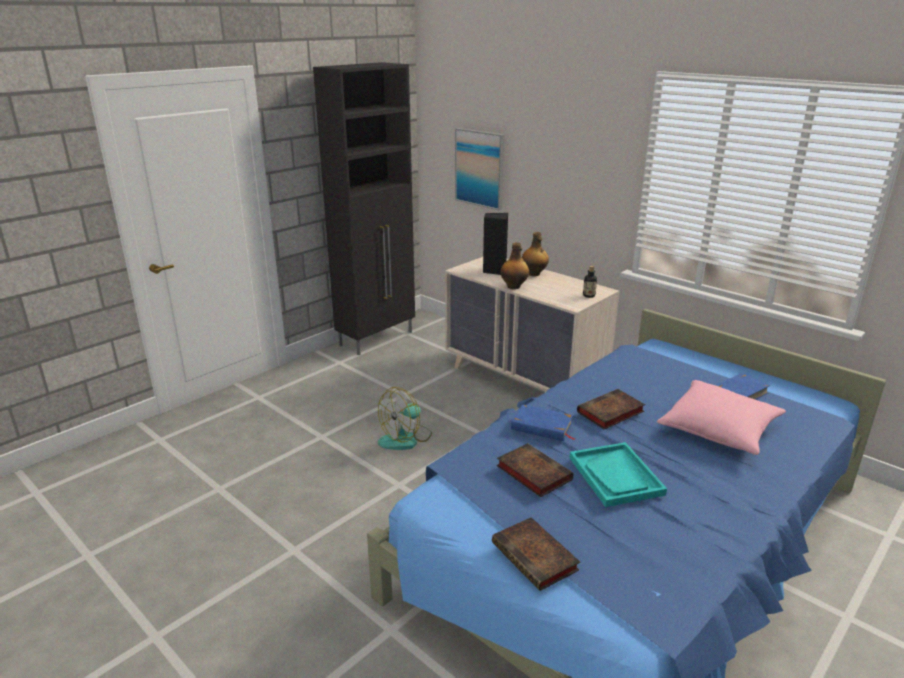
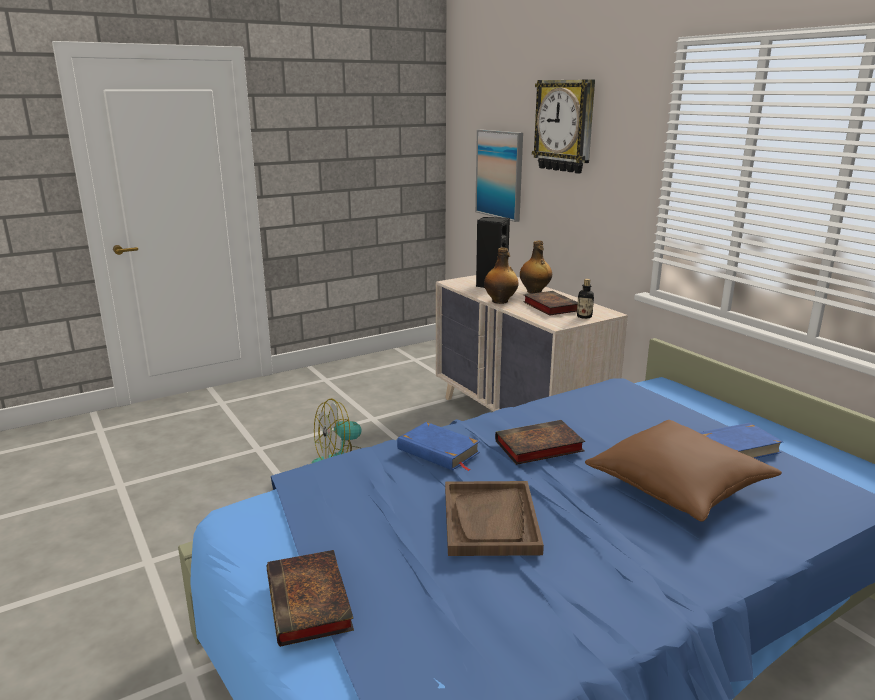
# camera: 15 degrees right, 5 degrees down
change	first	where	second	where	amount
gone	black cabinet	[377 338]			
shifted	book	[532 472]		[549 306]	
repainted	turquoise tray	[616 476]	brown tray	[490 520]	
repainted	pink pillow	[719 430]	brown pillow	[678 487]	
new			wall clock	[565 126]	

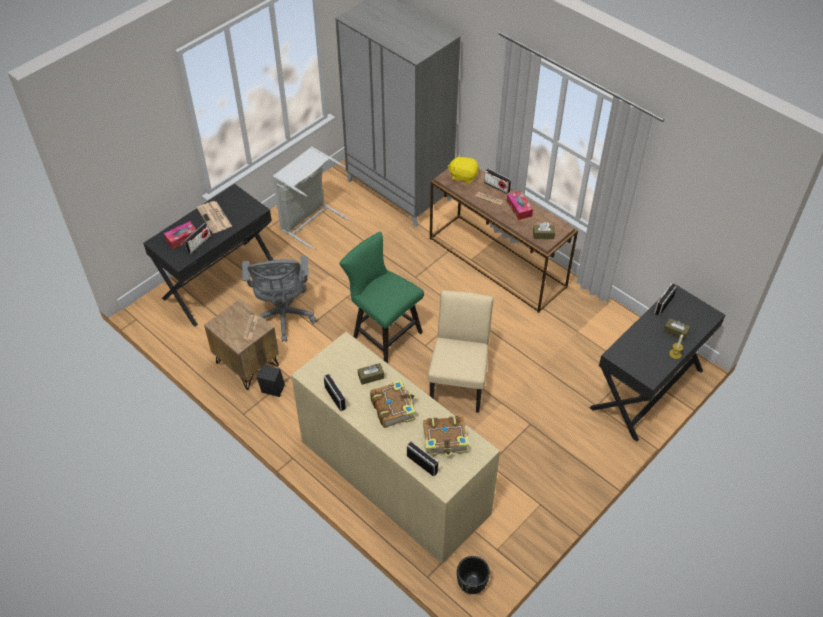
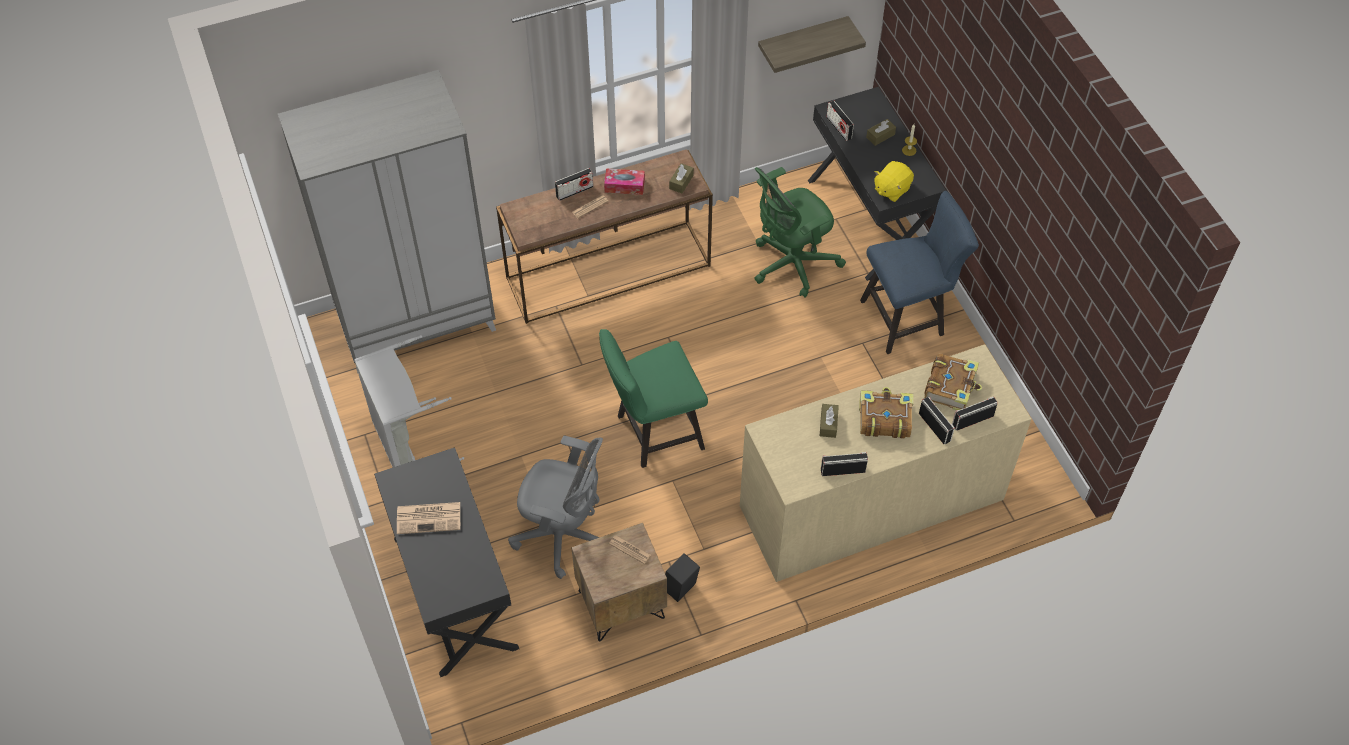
# camera: 65 degrees left, 5 degrees up
change	first	where	second	where	amount
gone	tissue box	[182 238]			
shifted	radio	[199 244]		[934 427]	
gone	beige chair	[459 381]			
shifted	yellow plush toy	[463 176]		[891 189]	
gone	black planter	[471 583]			
new			green office chair	[790 265]	
new			shelf	[802 41]	
new			blue chair	[908 317]	

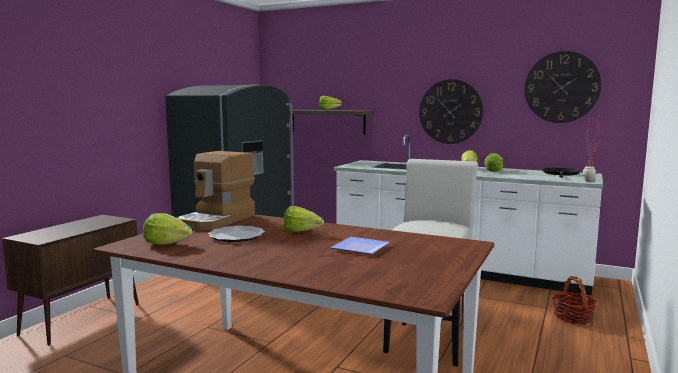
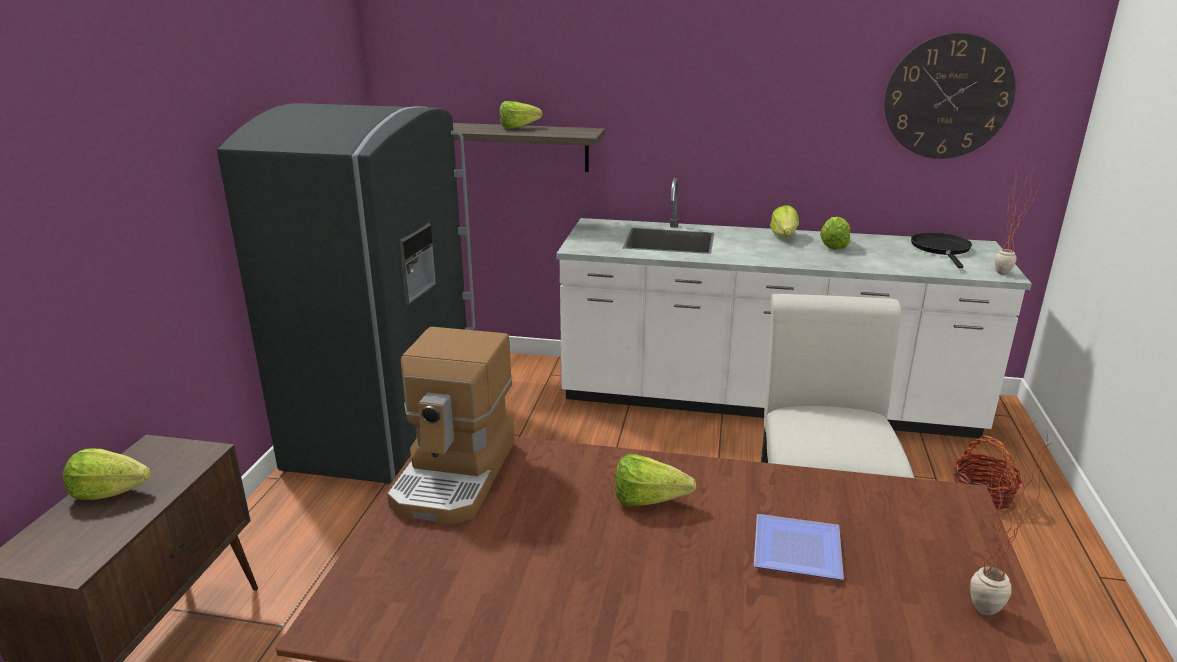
# camera: 15 degrees left, 15 degrees up
change	first	where	second	where	amount
shifted	lettuce	[166 243]		[109 492]	
gone	plate	[236 236]			
gone	wall clock	[450 111]			
new			potted plant	[977 614]	

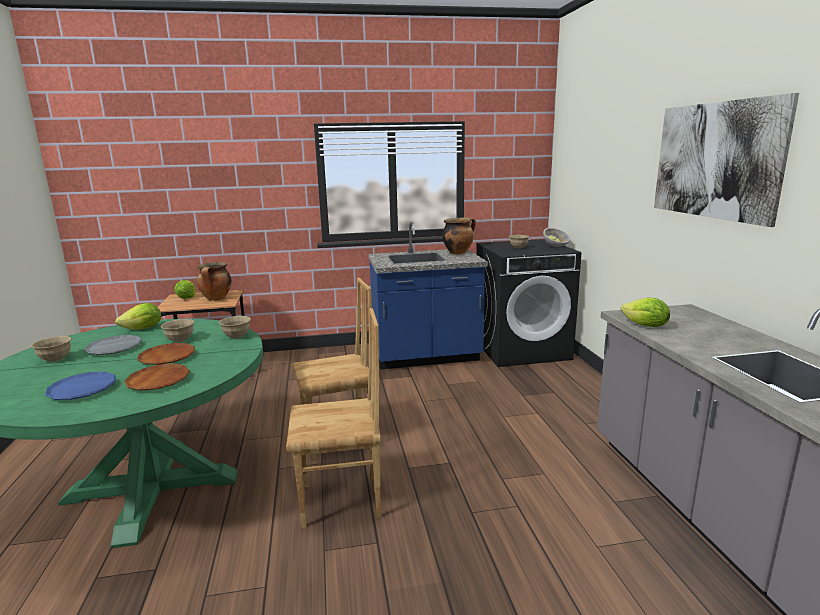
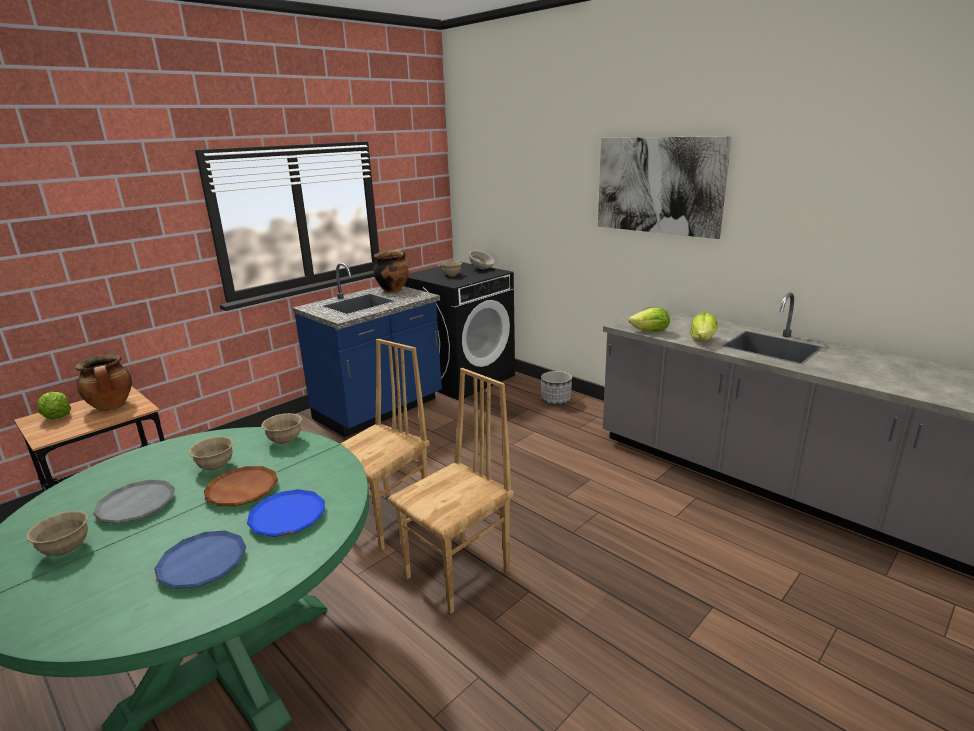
# camera: 35 degrees left, 5 degrees up
change	first	where	second	where	amount
shifted	lettuce	[143 329]		[702 340]	
repainted	brown plate	[158 381]	blue plate	[287 517]	
new			planter	[556 400]	

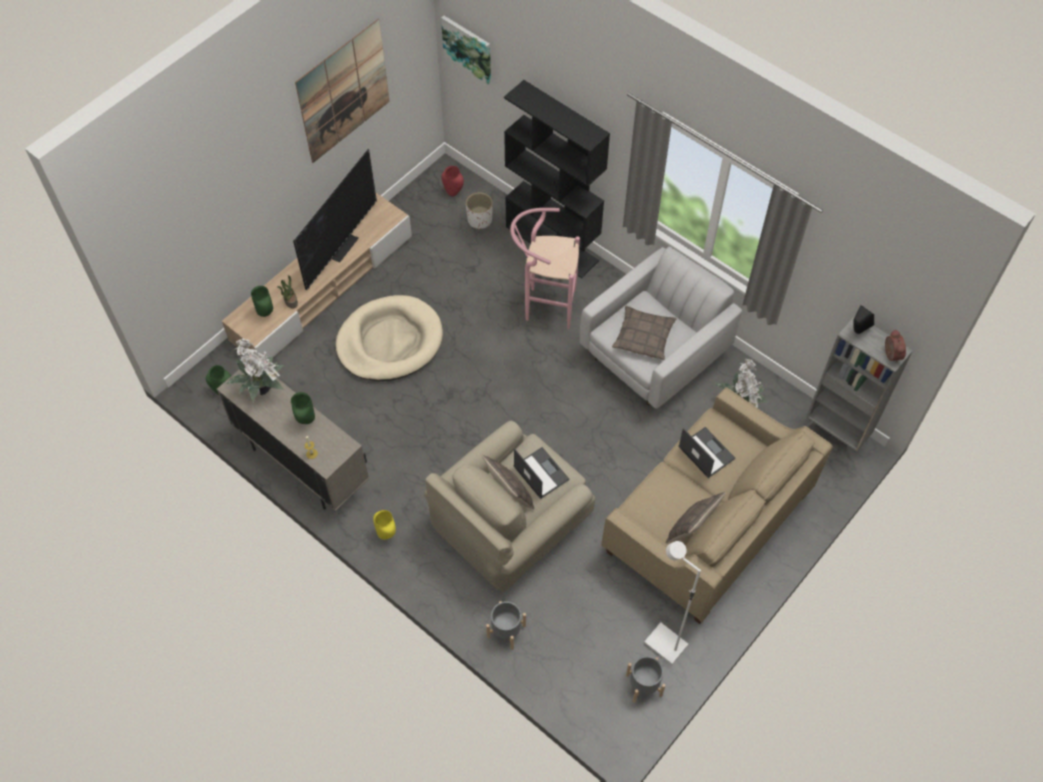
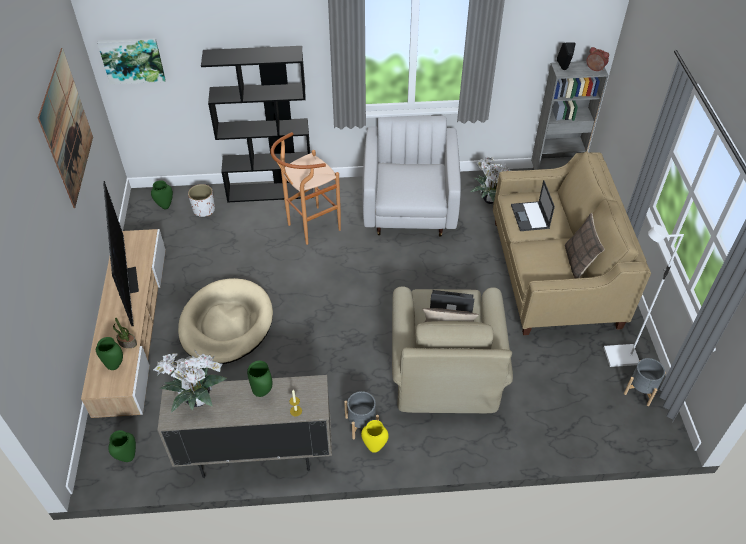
# camera: 45 degrees left, 10 degrees down
change	first	where	second	where	amount
repainted	red vase	[453 192]	green vase	[165 206]	
shifted	grey planter	[506 631]		[361 424]	
repainted	pink stool	[544 306]	brown stool	[309 228]	
gone	pillow	[643 337]			
rotated	laptop	[706 452]		[530 217]	105 degrees counterclockwise

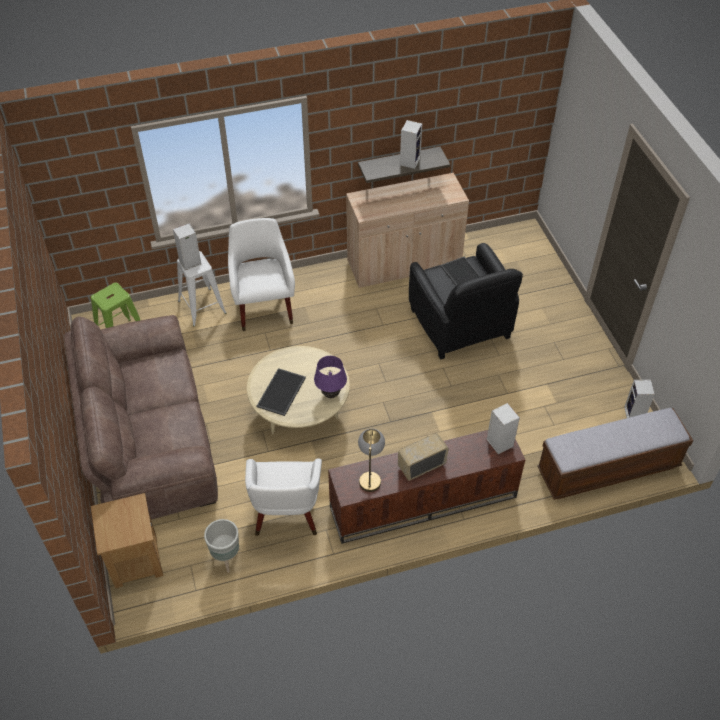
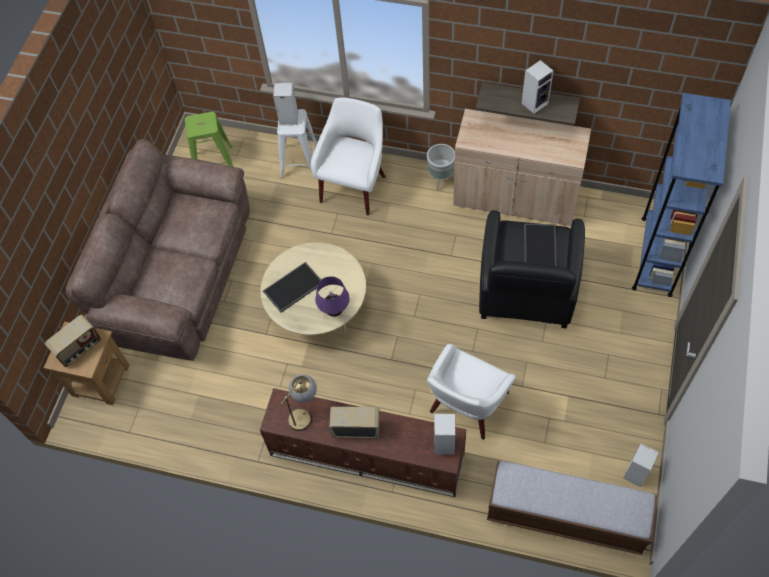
# camera: 35 degrees right, 10 degrees up
change	first	where	second	where	amount
shifted	grey planter	[227 558]		[441 181]	
shifted	white armchair	[286 515]		[466 407]	
new			radio	[79 348]	
new			blue bookcase	[656 256]	

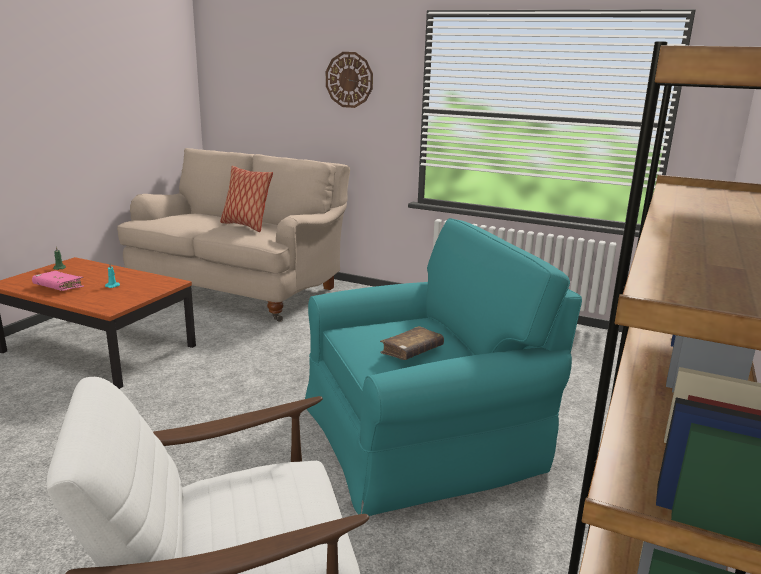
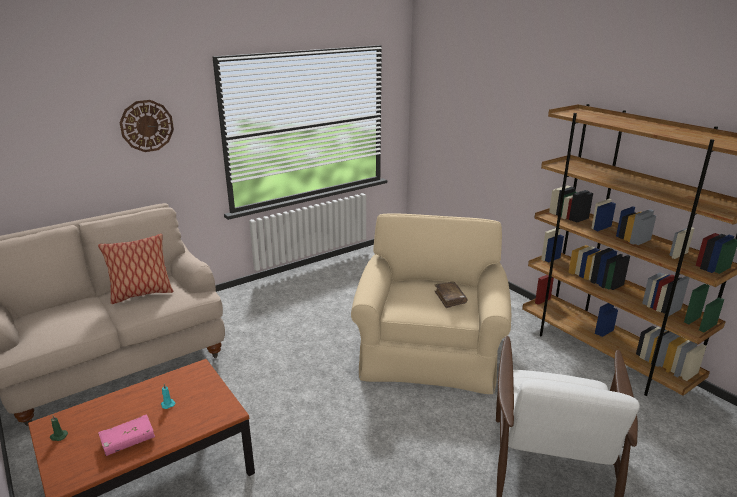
# camera: 60 degrees left, 5 degrees up
change	first	where	second	where	amount
repainted	turquoise armchair	[422 435]	beige armchair	[430 348]	

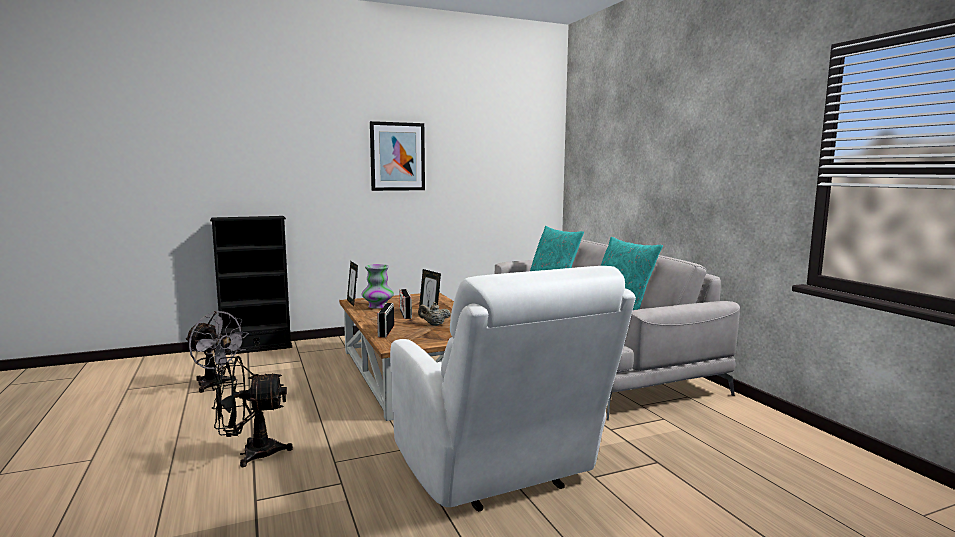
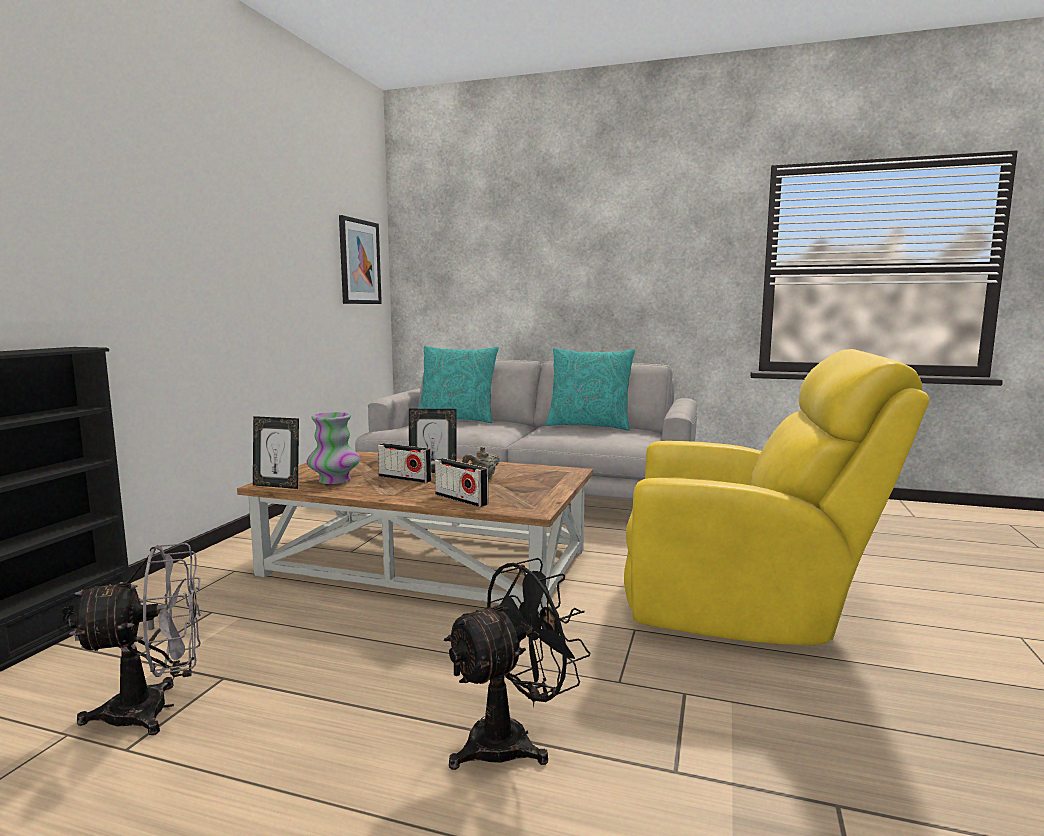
# camera: 50 degrees left, 0 degrees up
change	first	where	second	where	amount
rotated	black fan	[250 453]		[512 740]	150 degrees counterclockwise
shifted	picture	[397 156]		[359 262]	
repainted	white armchair	[497 474]	yellow armchair	[745 606]	

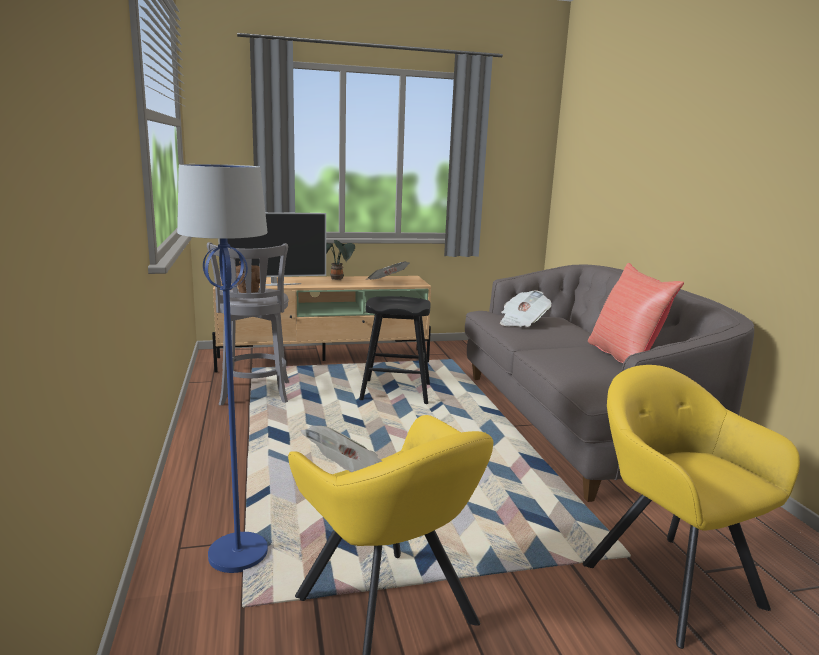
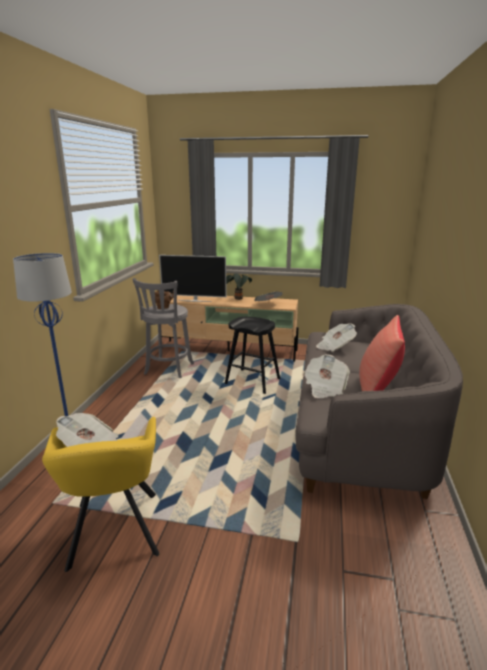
# camera: 25 degrees right, 5 degrees up
change	first	where	second	where	amount
gone	yellow armchair	[666 579]			
new			newspaper	[325 388]	

